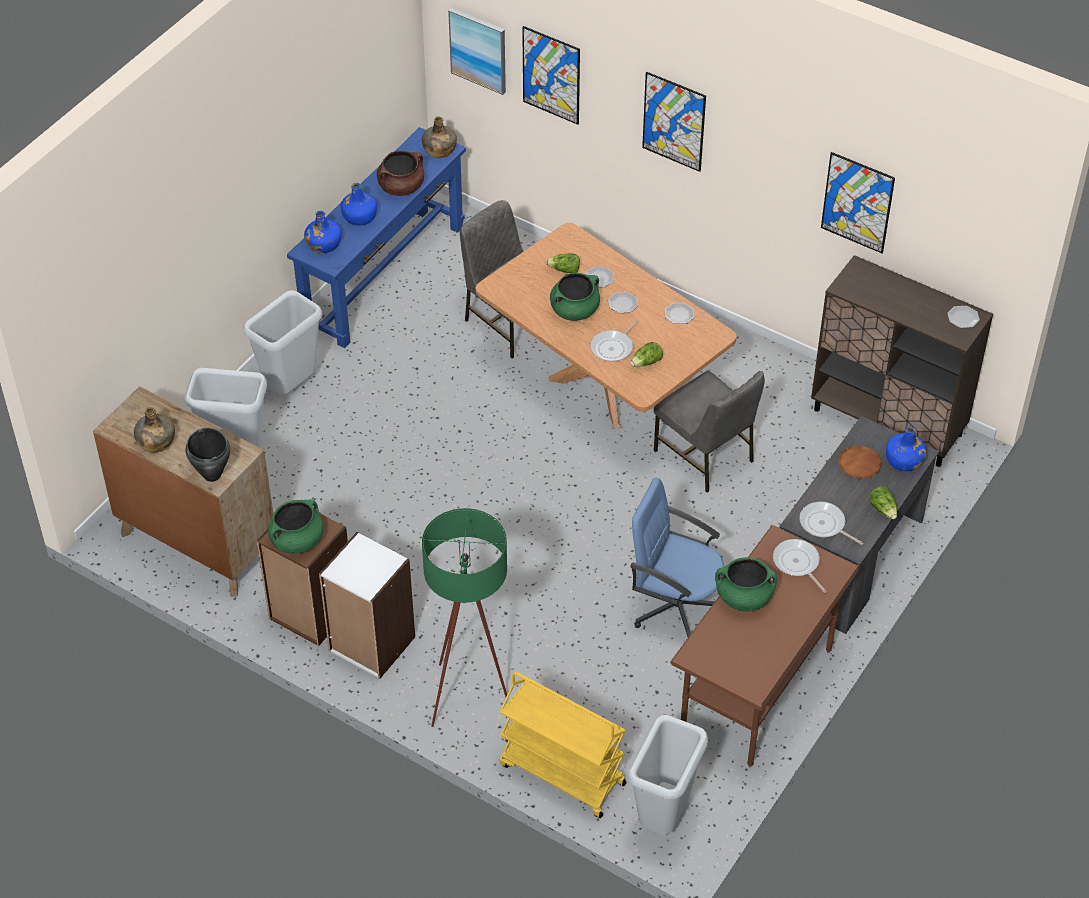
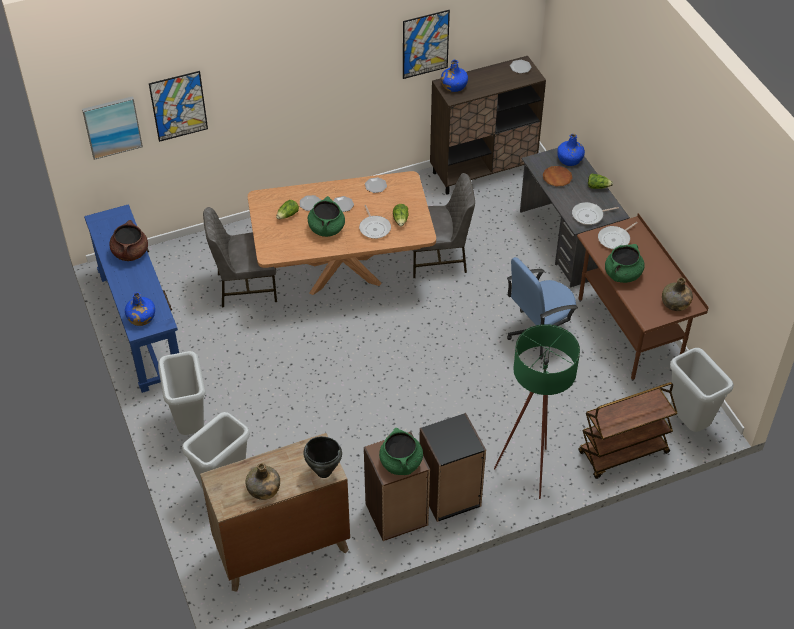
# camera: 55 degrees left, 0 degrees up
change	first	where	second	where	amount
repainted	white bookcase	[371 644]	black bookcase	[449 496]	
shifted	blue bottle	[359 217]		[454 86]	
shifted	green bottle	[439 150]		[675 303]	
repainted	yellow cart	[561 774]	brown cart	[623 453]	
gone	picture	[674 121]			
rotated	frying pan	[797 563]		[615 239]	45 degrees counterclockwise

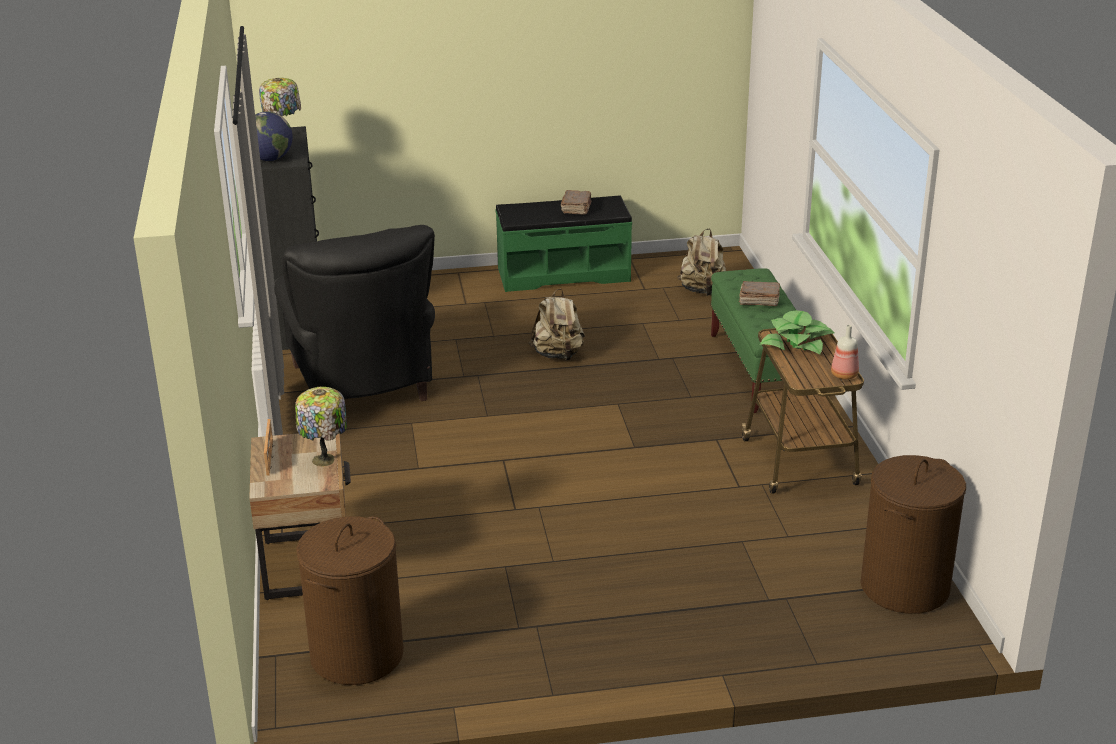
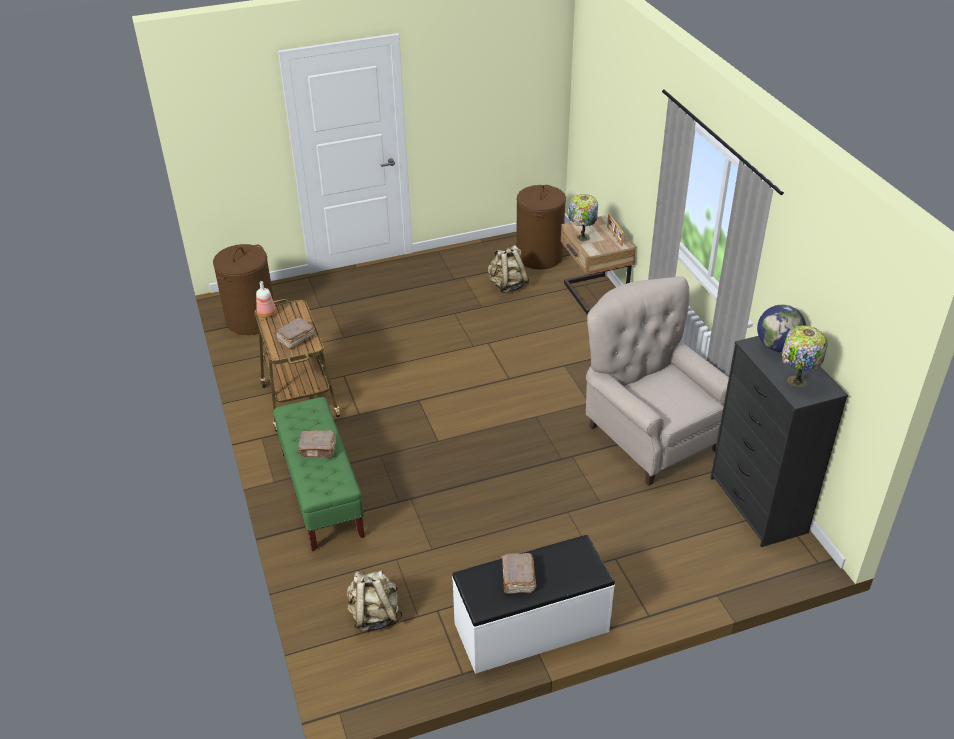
# camera: 170 degrees right, 10 degrees up
change	first	where	second	where	amount
repainted	black armchair	[361 386]	beige armchair	[649 435]	
repainted	green bench	[563 274]	white bench	[532 628]	
shifted	beige backpack	[558 355]		[507 285]	
swapped	potted plant	[797 343]	brown book	[295 338]	

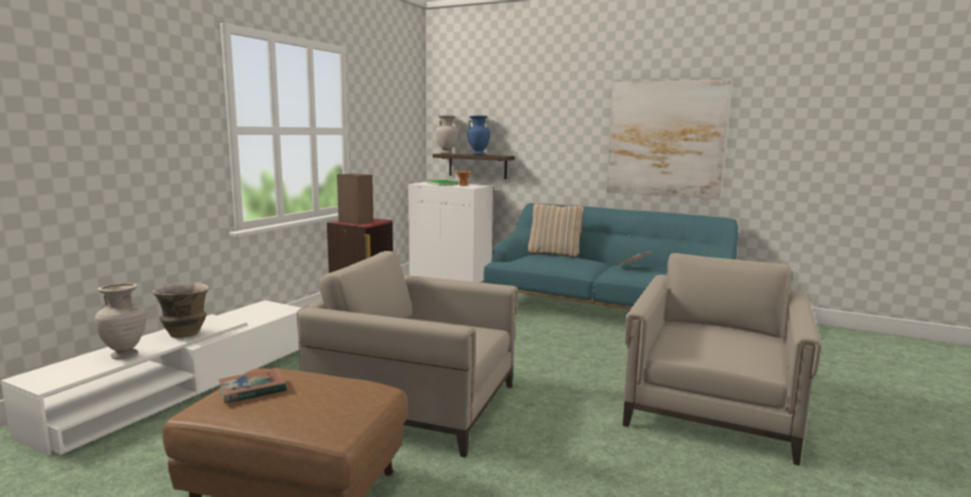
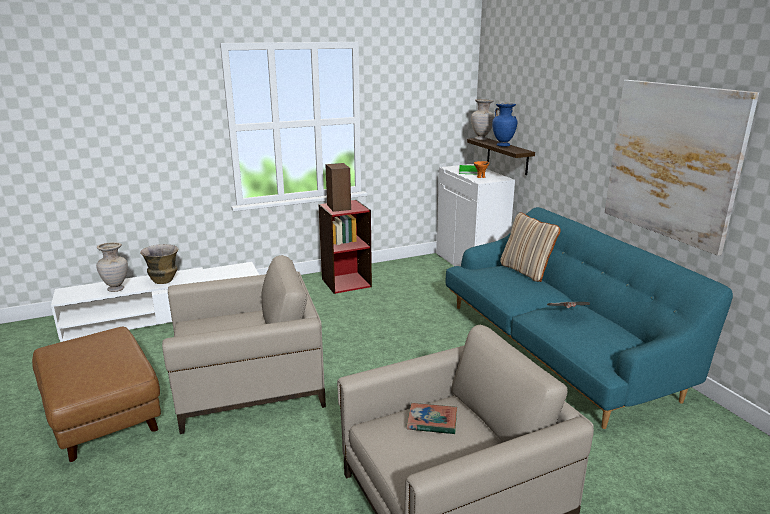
# camera: 40 degrees right, 10 degrees up
change	first	where	second	where	amount
shifted	book	[252 390]		[432 422]	
rotated	beige armchair	[416 404]		[248 384]	105 degrees clockwise

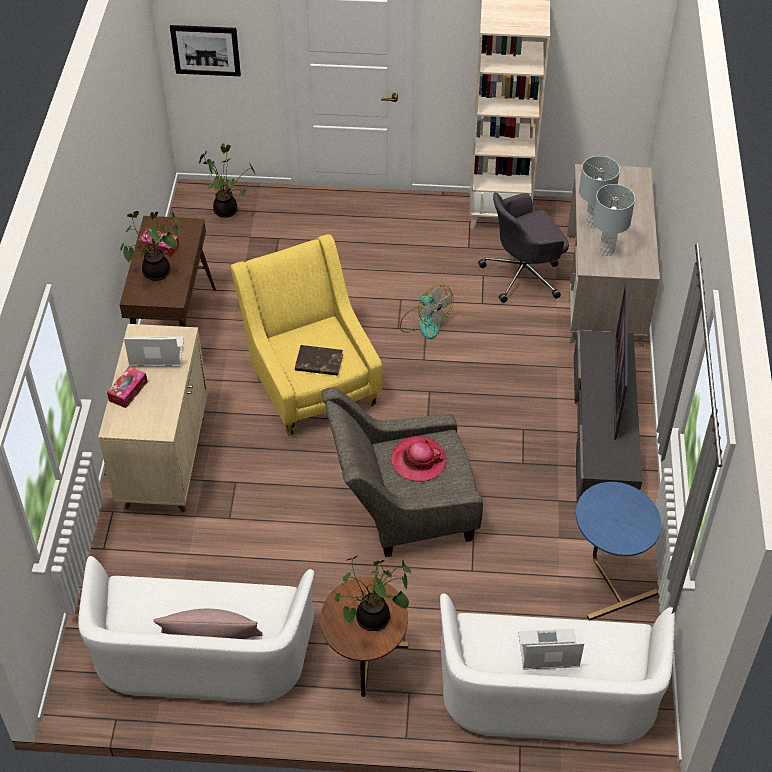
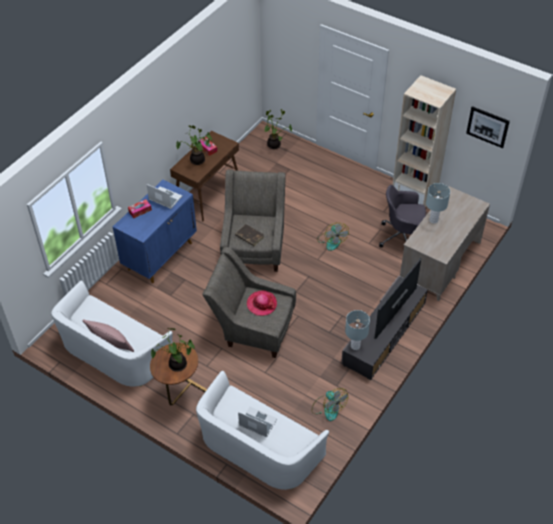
# camera: 30 degrees right, 0 degrees up
change	first	where	second	where	amount
repainted	beige cabinet	[165 461]	blue cabinet	[160 255]	
shifted	picture	[205 50]		[487 127]	
repainted	yellow armchair	[311 381]	grey armchair	[254 247]	
swapped	blue side table	[606 579]	fan	[328 408]	
shifted	grey table lamp	[607 250]		[355 346]	

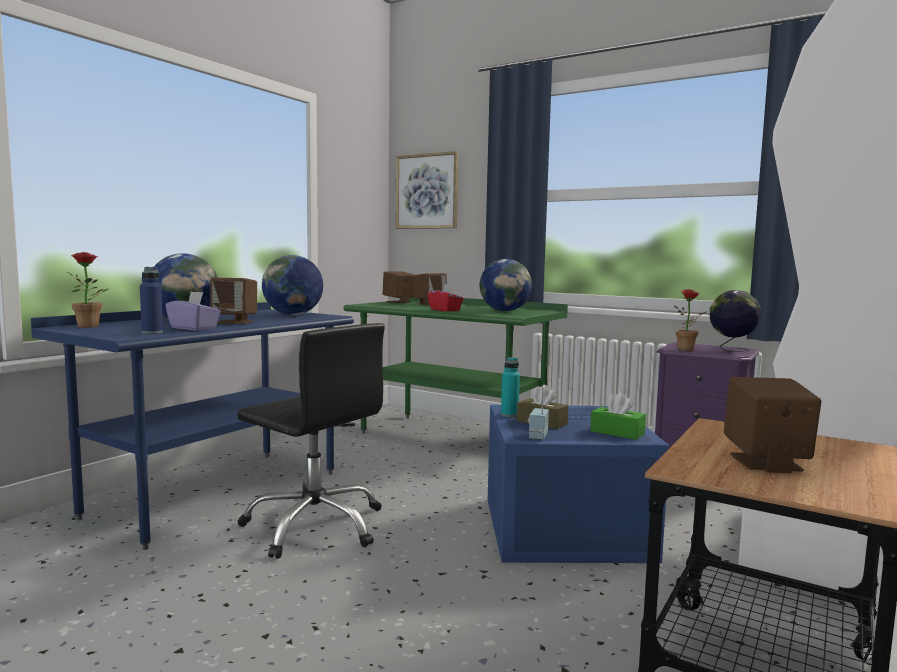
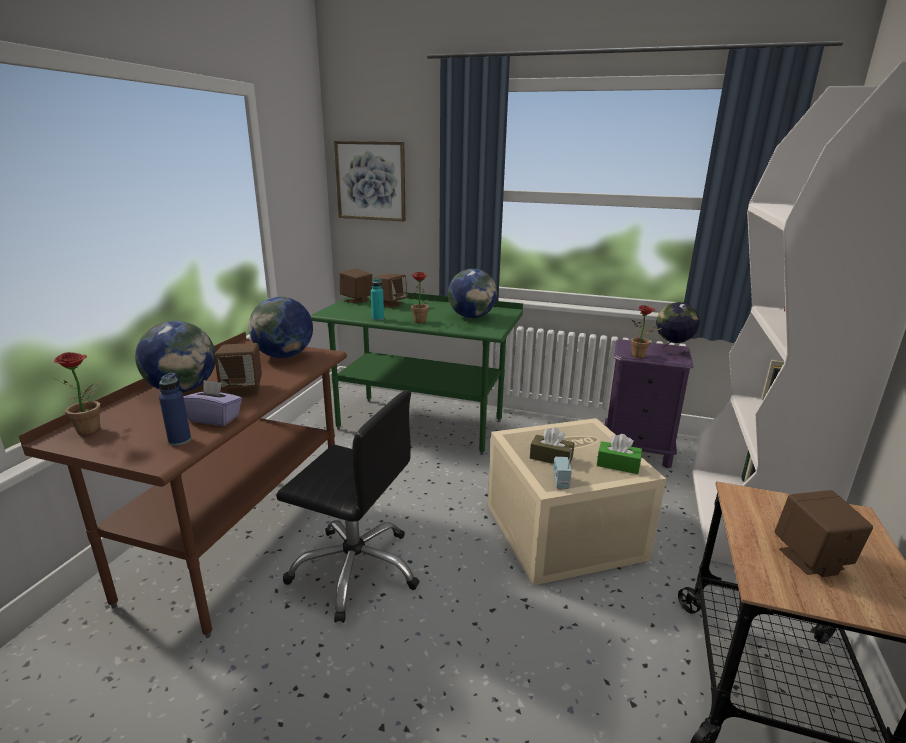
# camera: 15 degrees left, 15 degrees up
change	first	where	second	where	amount
repainted	blue desk	[216 494]	brown desk	[239 541]	
swapped	red tissue box	[445 310]	potted plant	[418 322]	
repainted	blue storage box	[563 529]	beige storage box	[562 533]	
shifted	turquoise bottle	[509 415]		[378 319]	

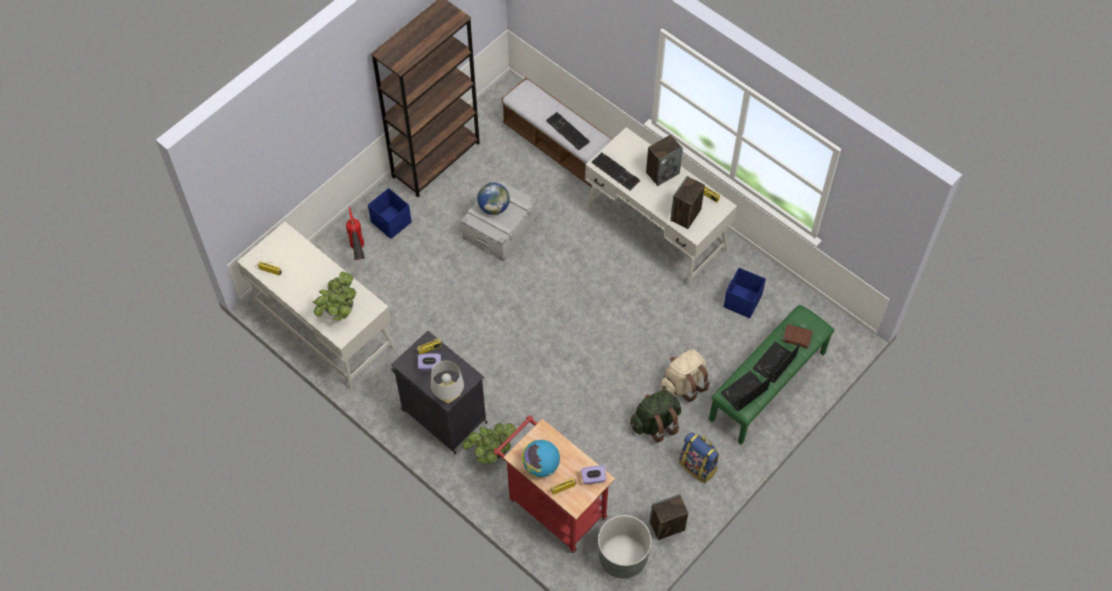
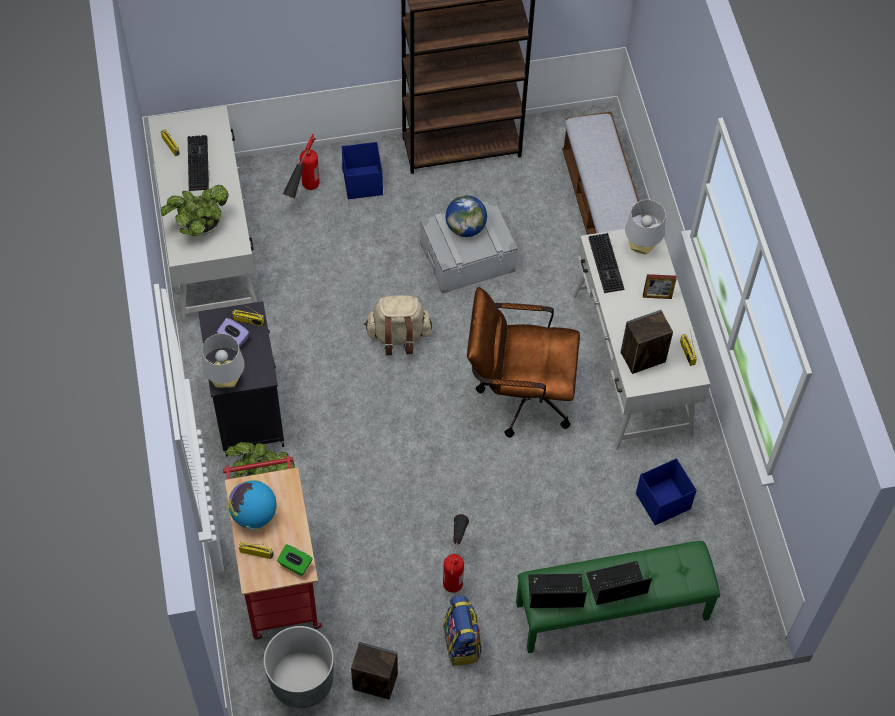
# camera: 35 degrees right, 0 degrees up
change	first	where	second	where	amount
shifted	keyboard	[566 131]		[196 163]	
repainted	purple tissue box	[593 478]	green tissue box	[295 565]	
swapped	green backpack	[655 423]	fire extinguisher	[455 566]	
swapped	speaker	[662 172]	picture frame	[657 296]	
shifted	beige backpack	[683 384]		[398 336]	
gone	brown book	[796 337]			
new			brown office chair	[518 394]	
new			grey table lamp	[641 246]	

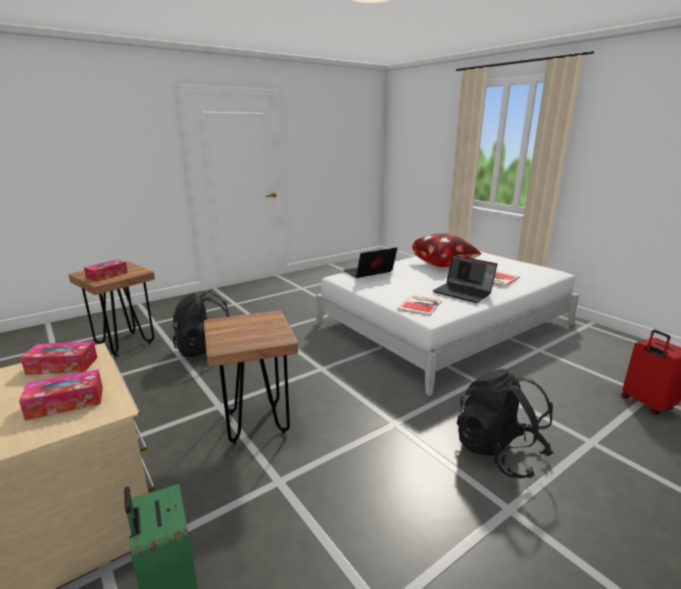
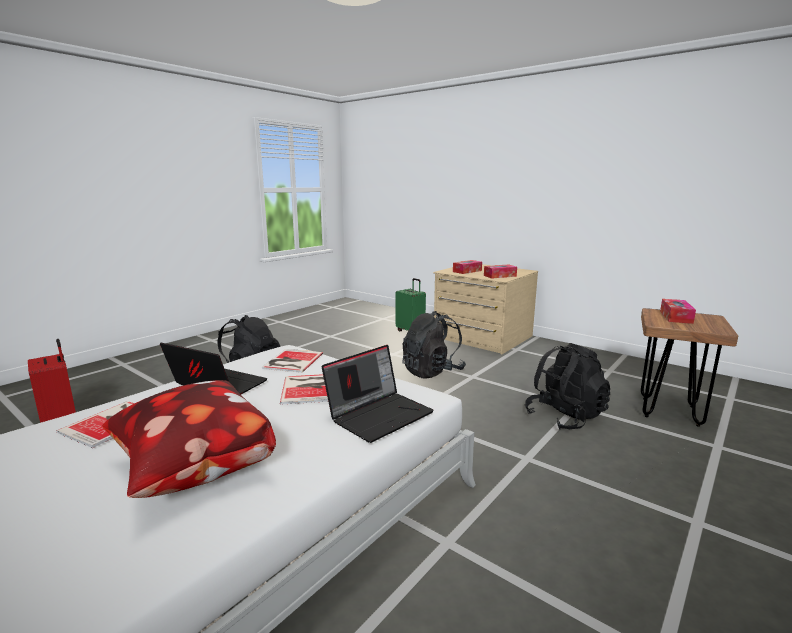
# camera: 165 degrees right, 5 degrees down
change	first	where	second	where	amount
swapped	brown stool	[256 422]	black backpack	[432 371]	
new			book	[309 388]	

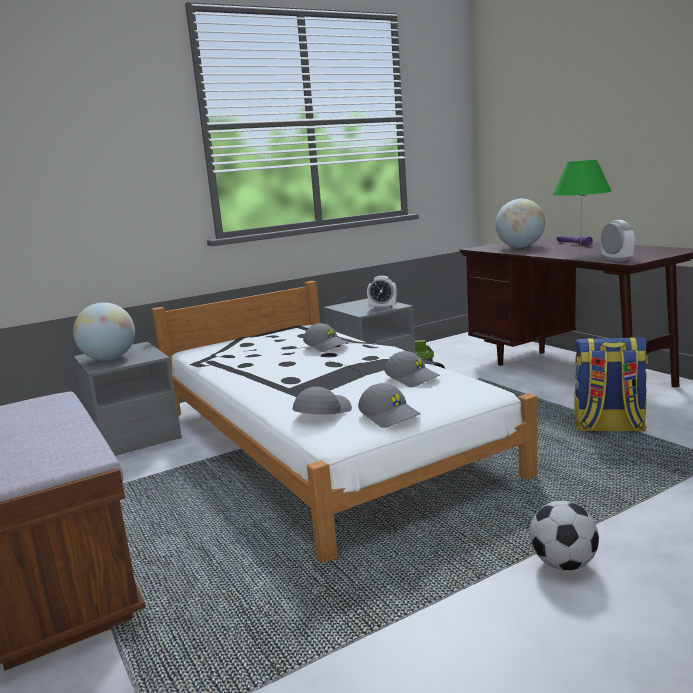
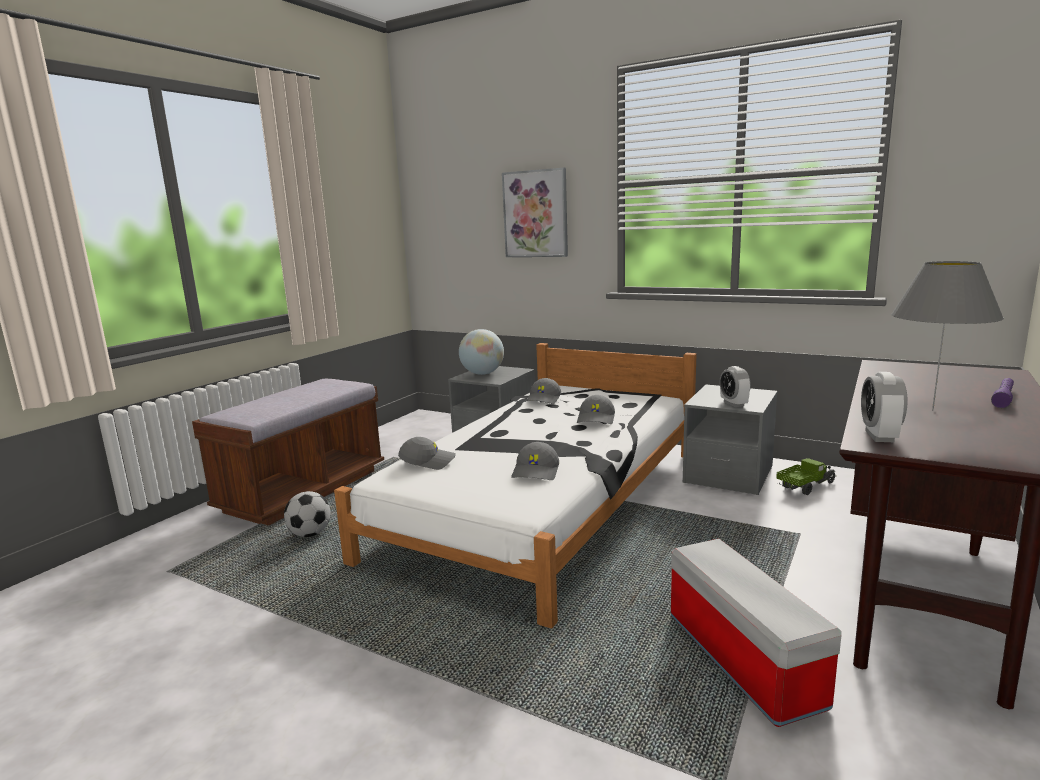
# camera: 60 degrees right, 0 degrees up
change	first	where	second	where	amount
shifted	grey cap	[390 416]		[544 399]	
gone	globe	[520 247]			
shifted	football	[562 564]		[310 534]	
repainted	green table lamp	[580 251]	grey table lamp	[932 410]	
swapped	backpack	[608 427]	storage box	[740 658]	
rotated	alarm clock	[616 260]		[879 436]	150 degrees clockwise
new			picture	[535 214]	

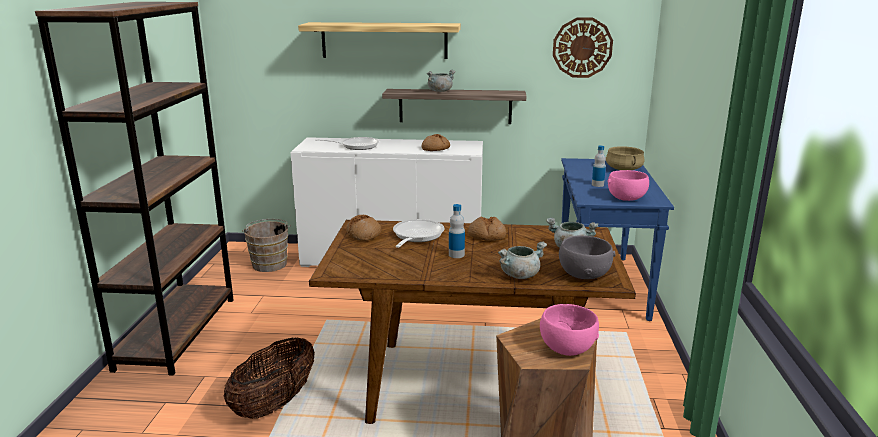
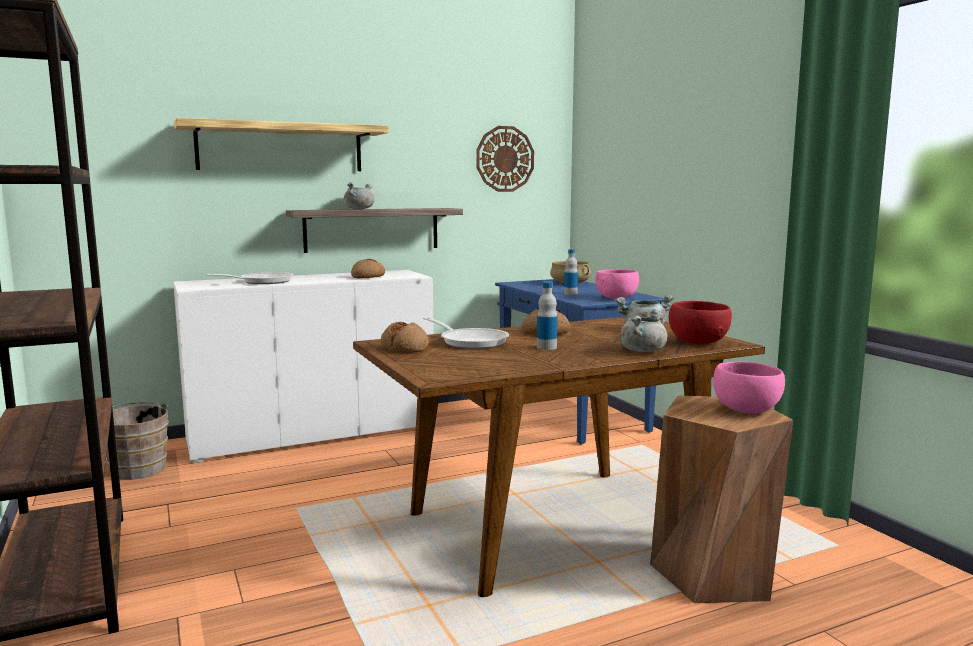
# camera: 30 degrees left, 10 degrees down
change	first	where	second	where	amount
gone	basket	[275 404]			
rotated	frying pan	[416 236]		[470 341]	150 degrees clockwise
repainted	grey bowl	[583 275]	red bowl	[697 342]	

